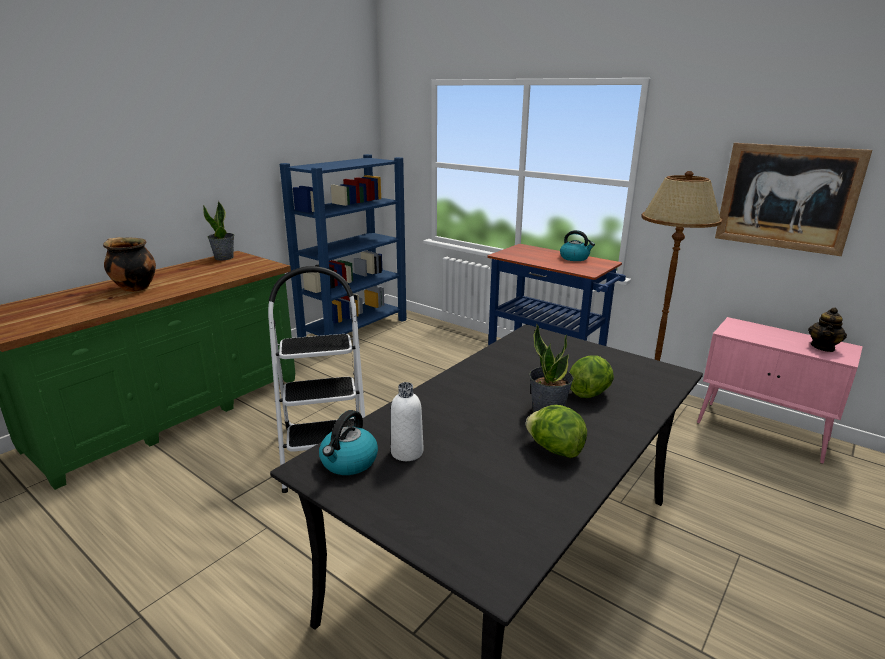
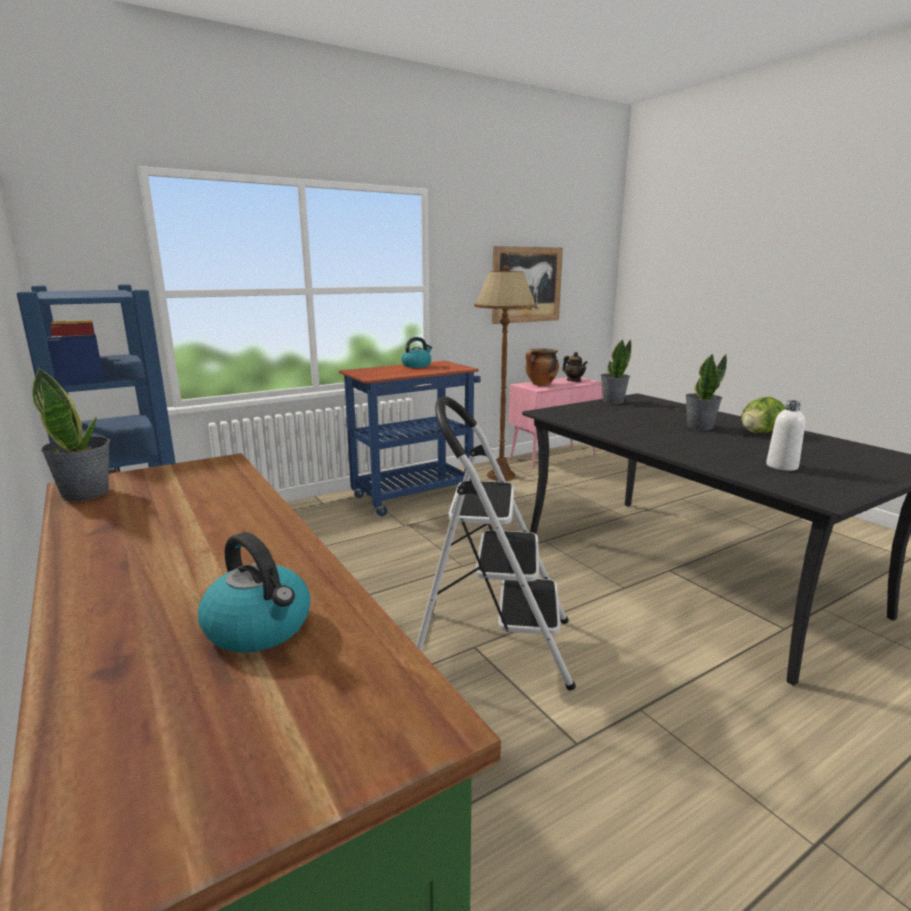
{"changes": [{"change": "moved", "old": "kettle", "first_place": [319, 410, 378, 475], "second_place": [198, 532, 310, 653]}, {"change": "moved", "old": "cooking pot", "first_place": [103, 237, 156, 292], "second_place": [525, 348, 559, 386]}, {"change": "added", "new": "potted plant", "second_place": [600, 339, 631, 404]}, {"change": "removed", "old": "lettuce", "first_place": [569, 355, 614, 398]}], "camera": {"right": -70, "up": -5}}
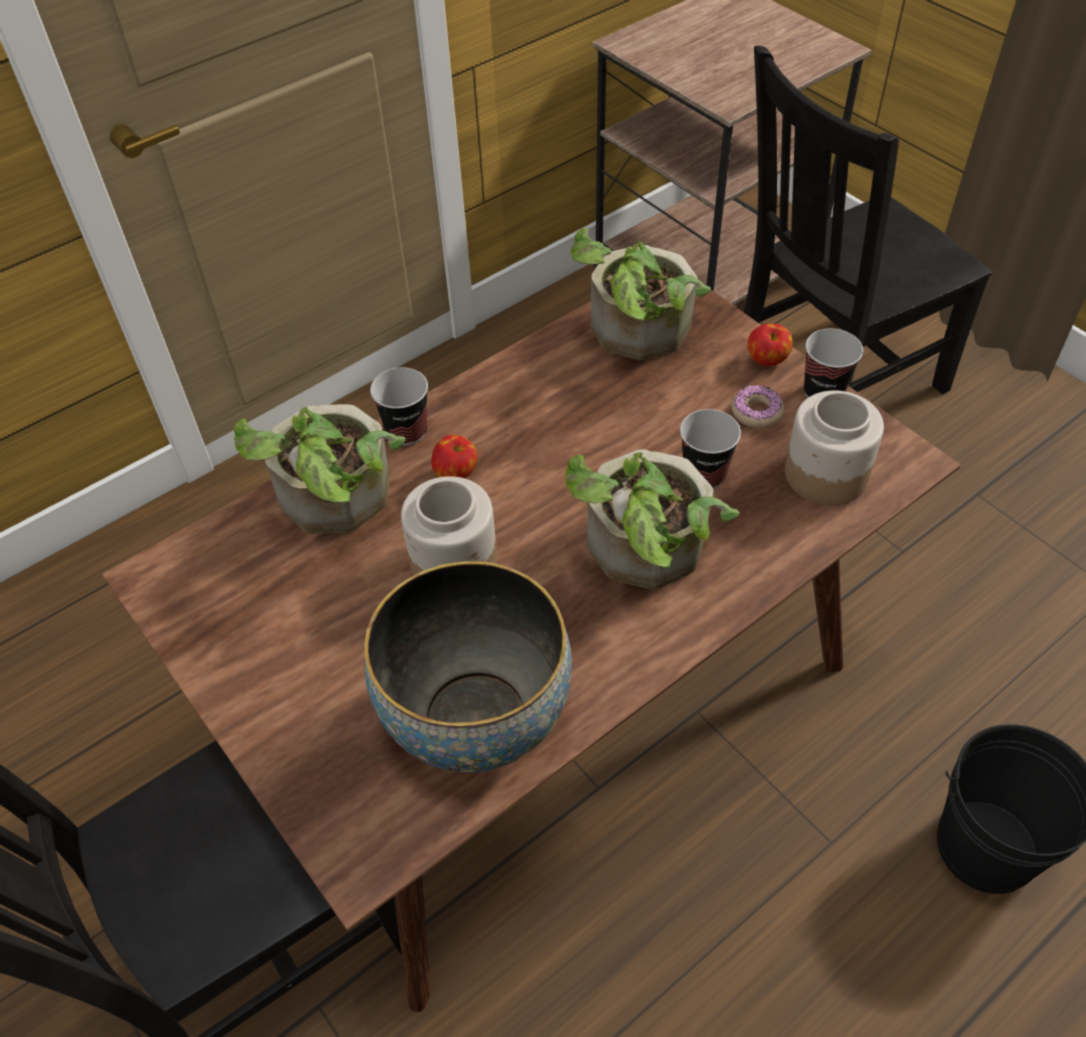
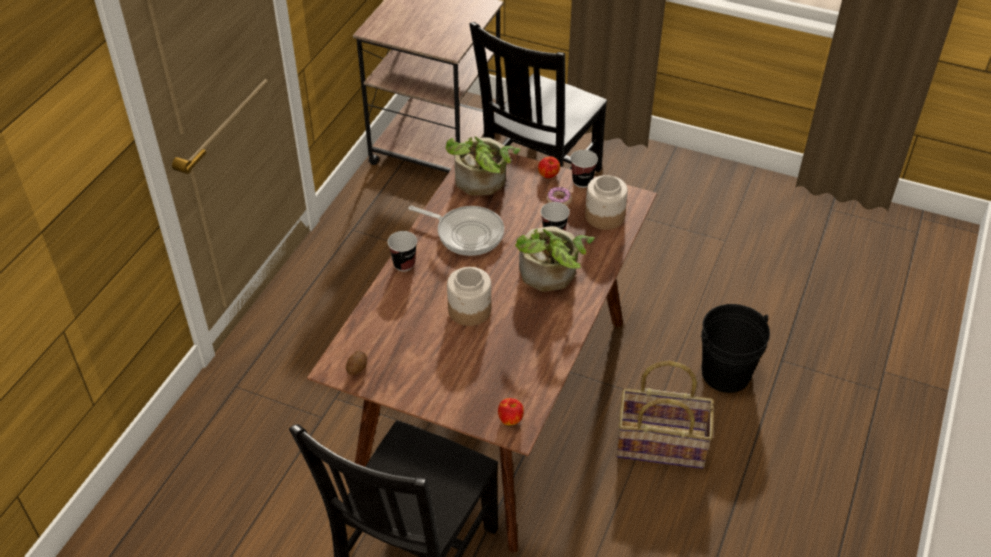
{"changes": [{"change": "added", "new": "potato", "second_place": [346, 351, 367, 375]}, {"change": "added", "new": "frying pan", "second_place": [409, 206, 504, 256]}, {"change": "moved", "old": "apple", "first_place": [431, 435, 477, 478], "second_place": [498, 398, 524, 425]}, {"change": "added", "new": "basket", "second_place": [616, 361, 714, 469]}, {"change": "removed", "old": "potted plant", "first_place": [234, 404, 406, 534]}, {"change": "removed", "old": "bowl", "first_place": [364, 561, 572, 773]}], "camera": {"right": -30, "up": -5}}
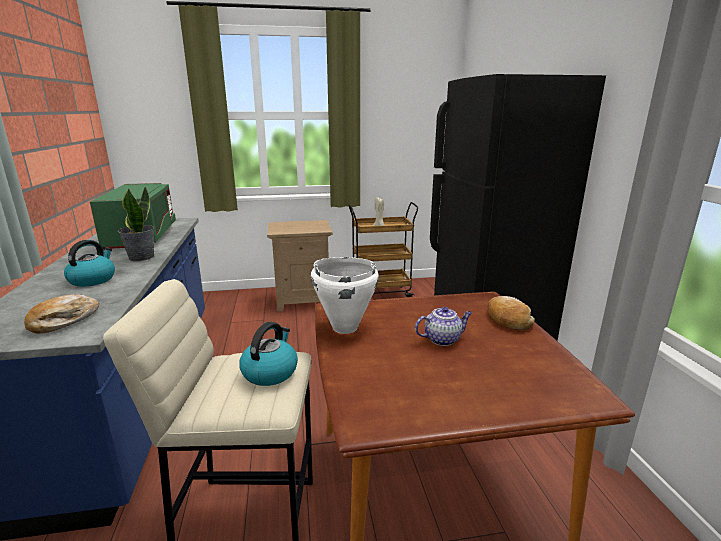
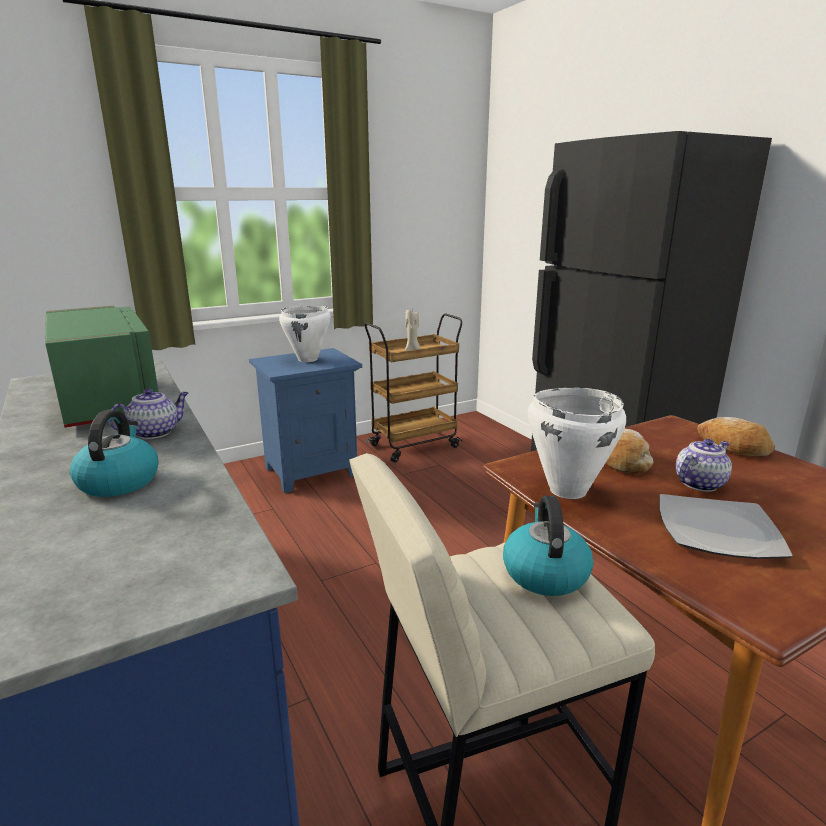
{"changes": [{"change": "replaced", "old": "potted plant", "new": "teapot", "first_place": [118, 187, 155, 261], "second_place": [109, 388, 188, 439]}, {"change": "recoloured", "old": "nightstand/beige", "new": "nightstand/blue", "first_place": [267, 220, 333, 312], "second_place": [249, 348, 362, 493]}, {"change": "added", "new": "cooking pot/white", "second_place": [279, 306, 330, 362]}, {"change": "moved", "old": "bread", "first_place": [24, 294, 99, 333], "second_place": [606, 428, 653, 474]}, {"change": "added", "new": "plate", "second_place": [659, 494, 793, 559]}], "camera": {"right": -20, "up": 0}}
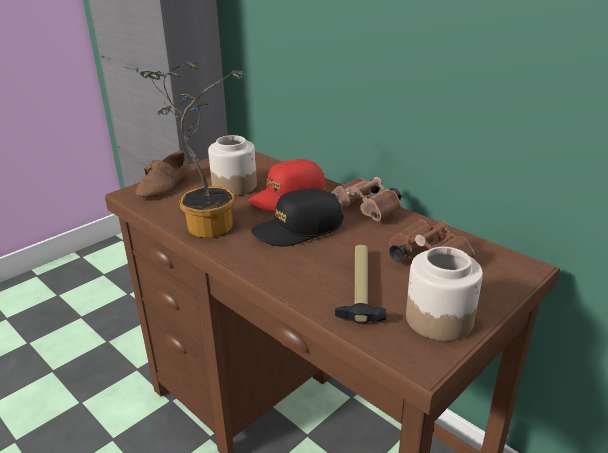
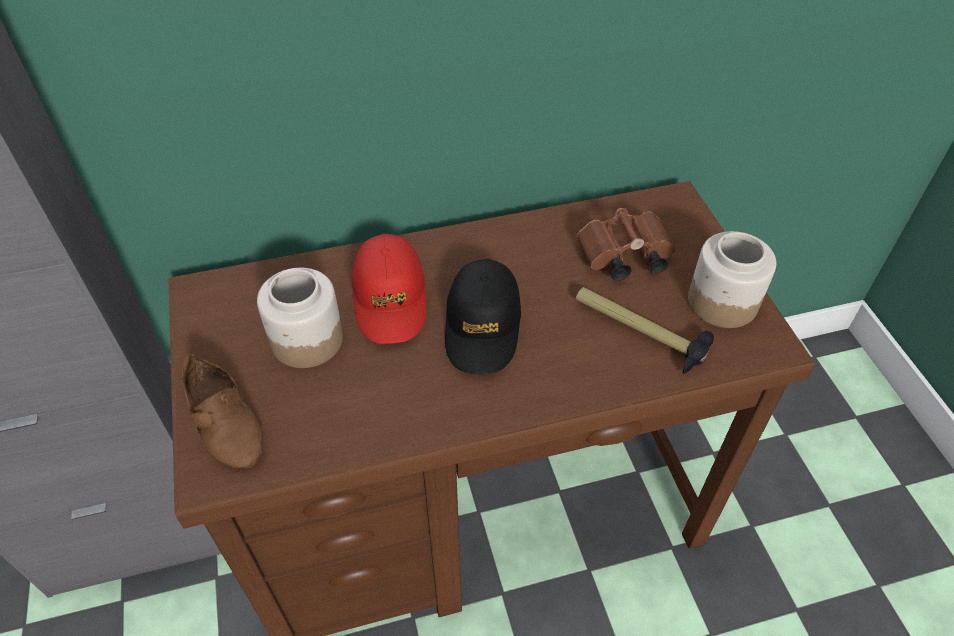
{"changes": [{"change": "removed", "old": "potted plant", "first_place": [140, 61, 246, 238]}, {"change": "removed", "old": "binoculars/brown", "first_place": [331, 177, 401, 221]}], "camera": {"right": -60, "up": 20}}
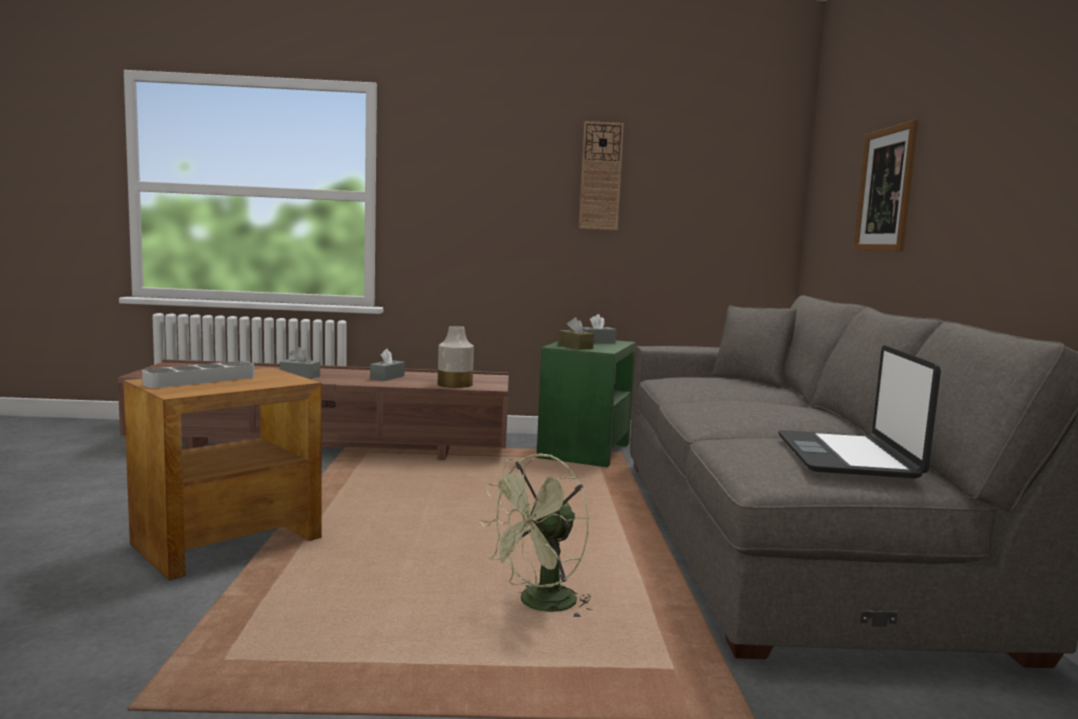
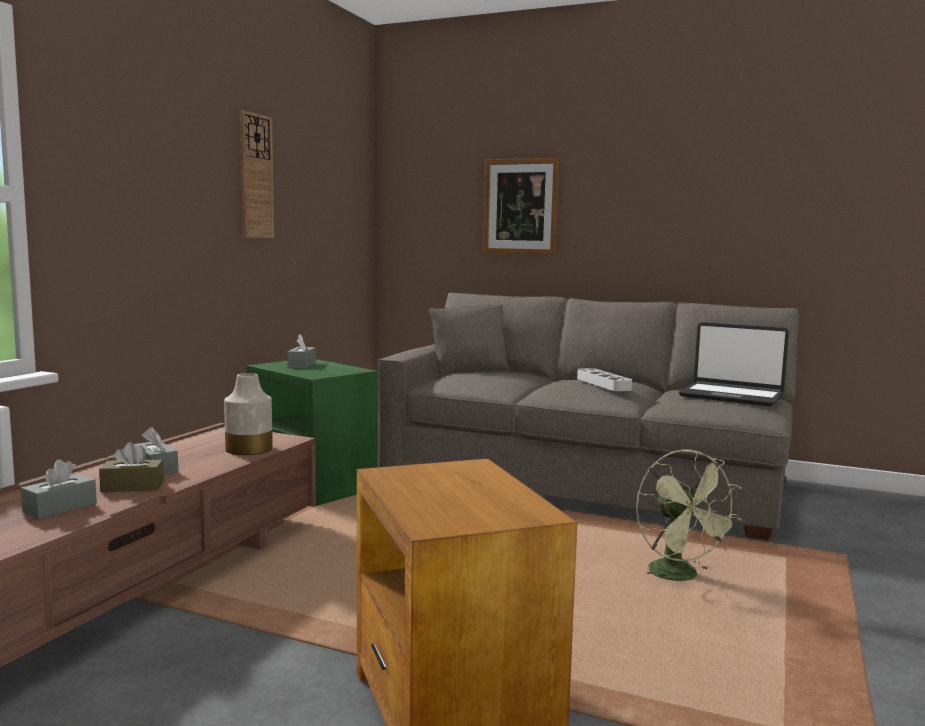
{"changes": [{"change": "moved", "old": "tissue box/brown", "first_place": [558, 317, 594, 350], "second_place": [99, 442, 164, 492]}, {"change": "moved", "old": "tray/grey", "first_place": [142, 361, 254, 388], "second_place": [577, 368, 632, 391]}], "camera": {"right": -65, "up": 0}}
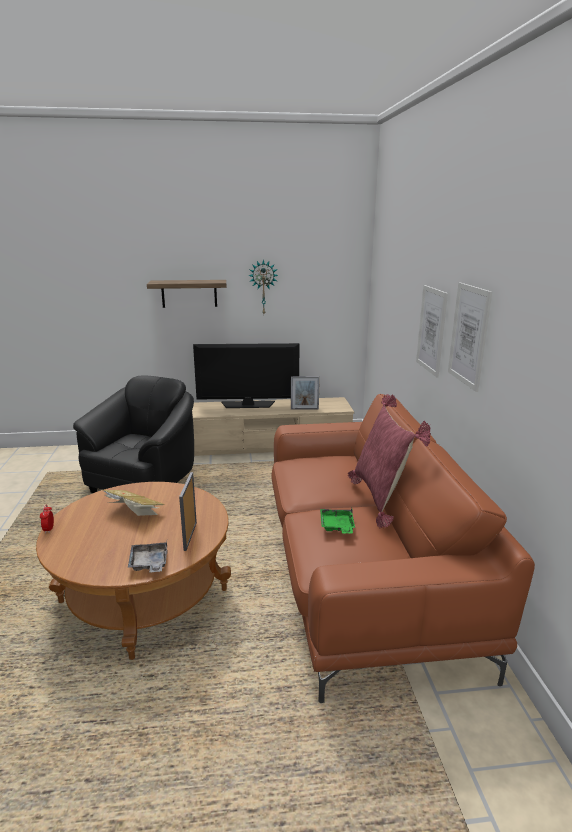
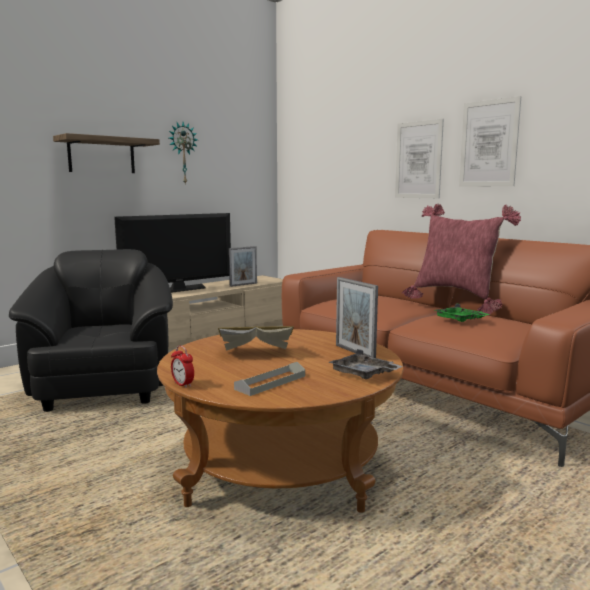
{"changes": [{"change": "added", "new": "tray/grey", "second_place": [234, 362, 305, 396]}], "camera": {"right": -35, "up": -10}}
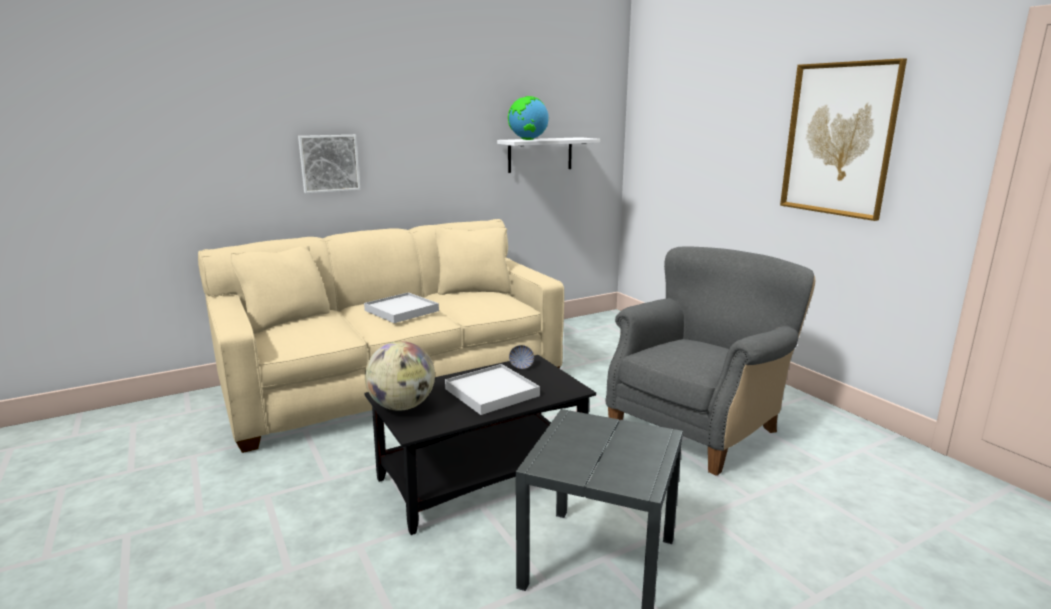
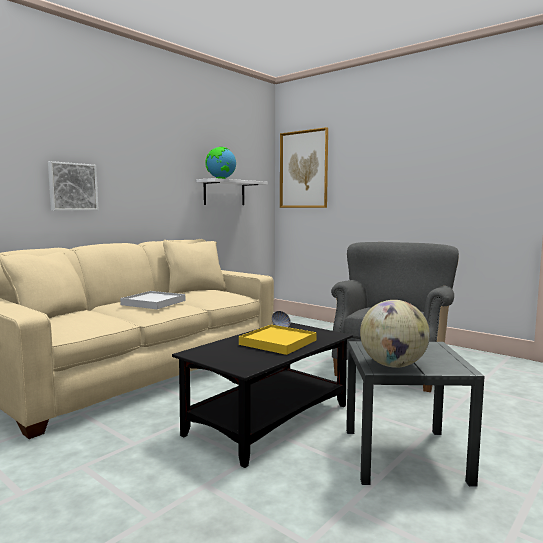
{"changes": [{"change": "recoloured", "old": "tray/white", "new": "tray/yellow", "first_place": [445, 364, 540, 415], "second_place": [239, 325, 316, 355]}, {"change": "moved", "old": "picture", "first_place": [780, 58, 907, 221], "second_place": [280, 127, 328, 208]}, {"change": "moved", "old": "globe", "first_place": [365, 341, 435, 411], "second_place": [360, 300, 430, 368]}], "camera": {"right": -20, "up": -10}}
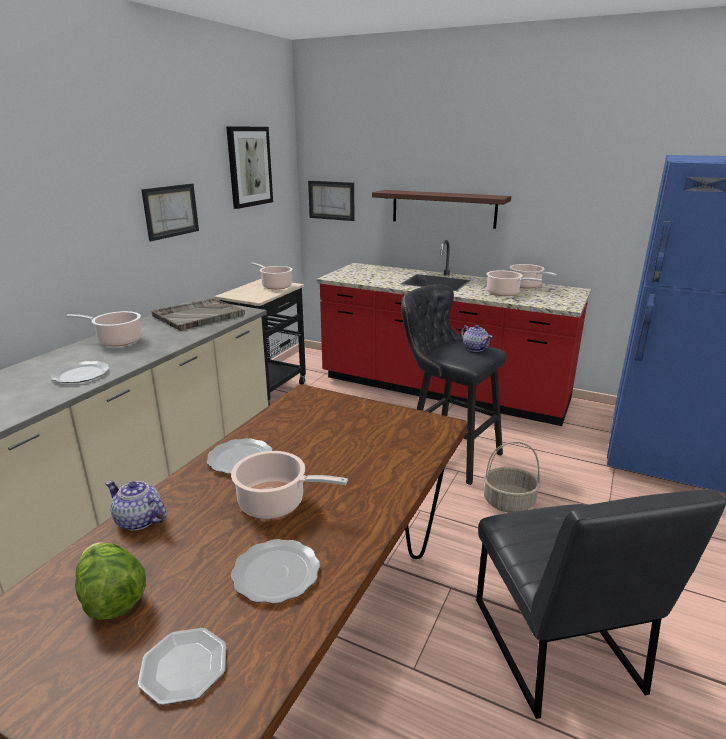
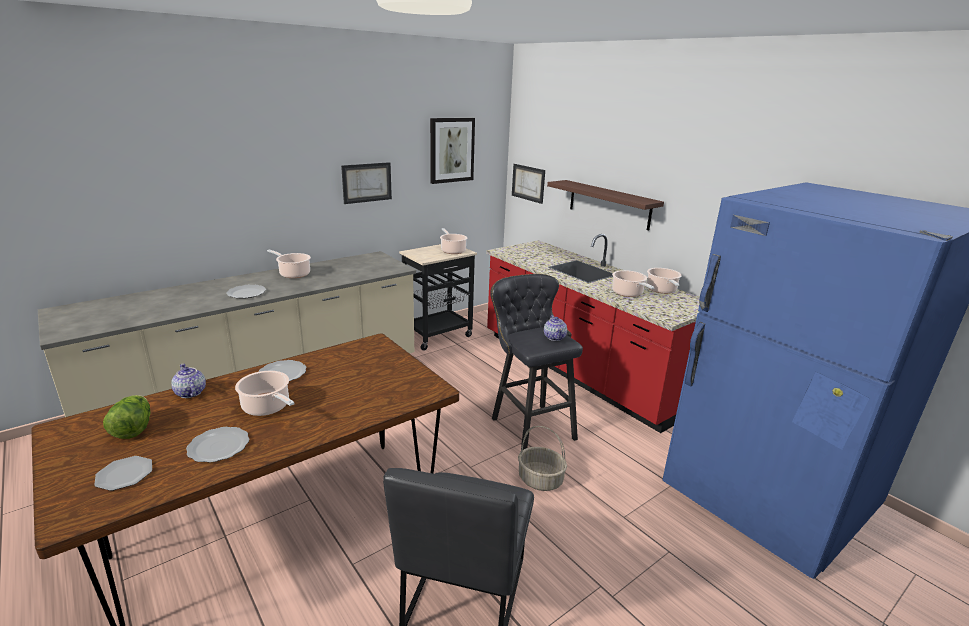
{"changes": [{"change": "removed", "old": "tray/grey", "first_place": [152, 298, 245, 331]}], "camera": {"right": 25, "up": 0}}
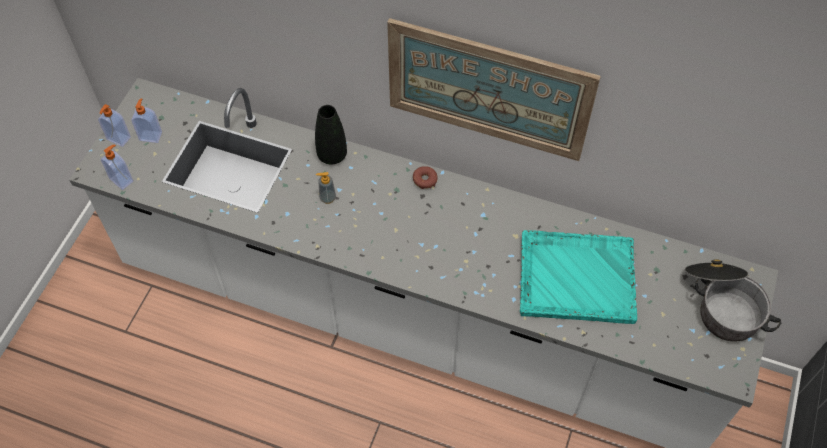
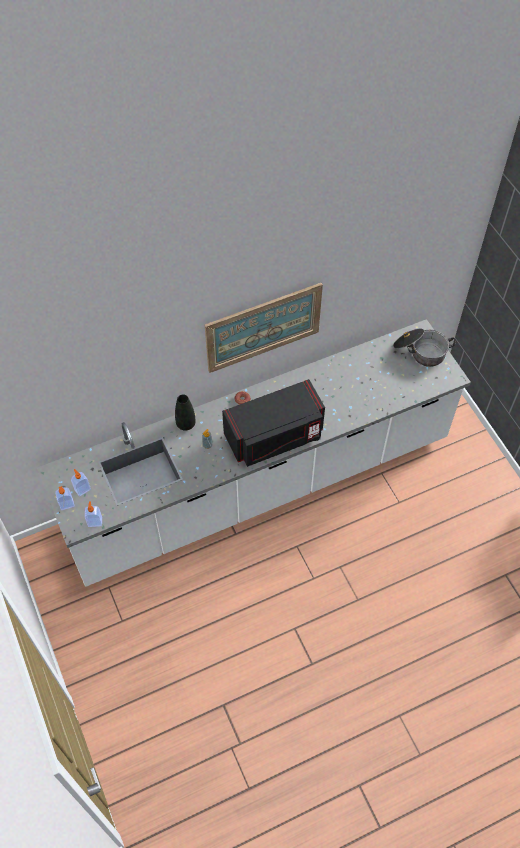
{"changes": [{"change": "added", "new": "microwave/black", "second_place": [222, 379, 325, 467]}, {"change": "removed", "old": "tray/turquoise", "first_place": [520, 230, 637, 324]}], "camera": {"right": -45, "up": 0}}
